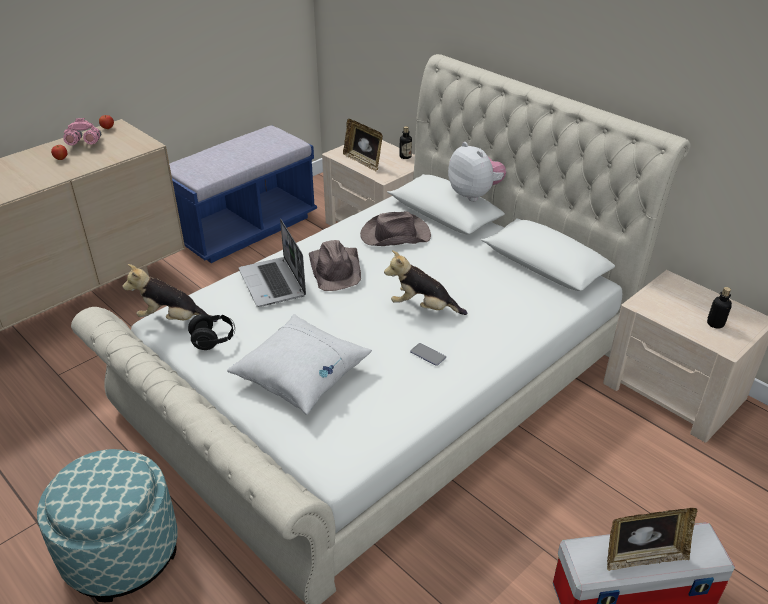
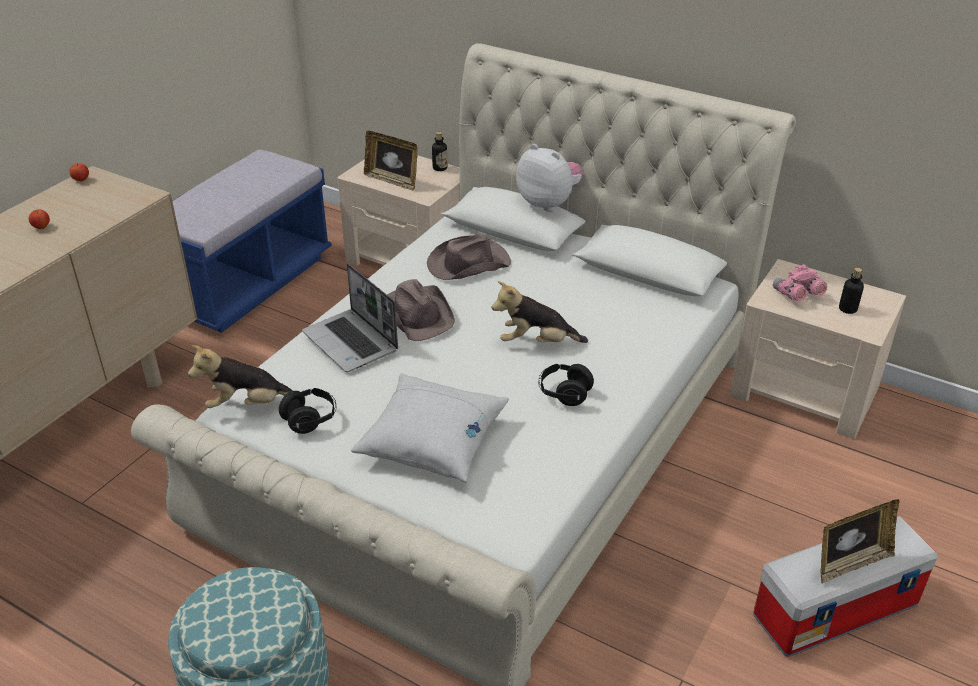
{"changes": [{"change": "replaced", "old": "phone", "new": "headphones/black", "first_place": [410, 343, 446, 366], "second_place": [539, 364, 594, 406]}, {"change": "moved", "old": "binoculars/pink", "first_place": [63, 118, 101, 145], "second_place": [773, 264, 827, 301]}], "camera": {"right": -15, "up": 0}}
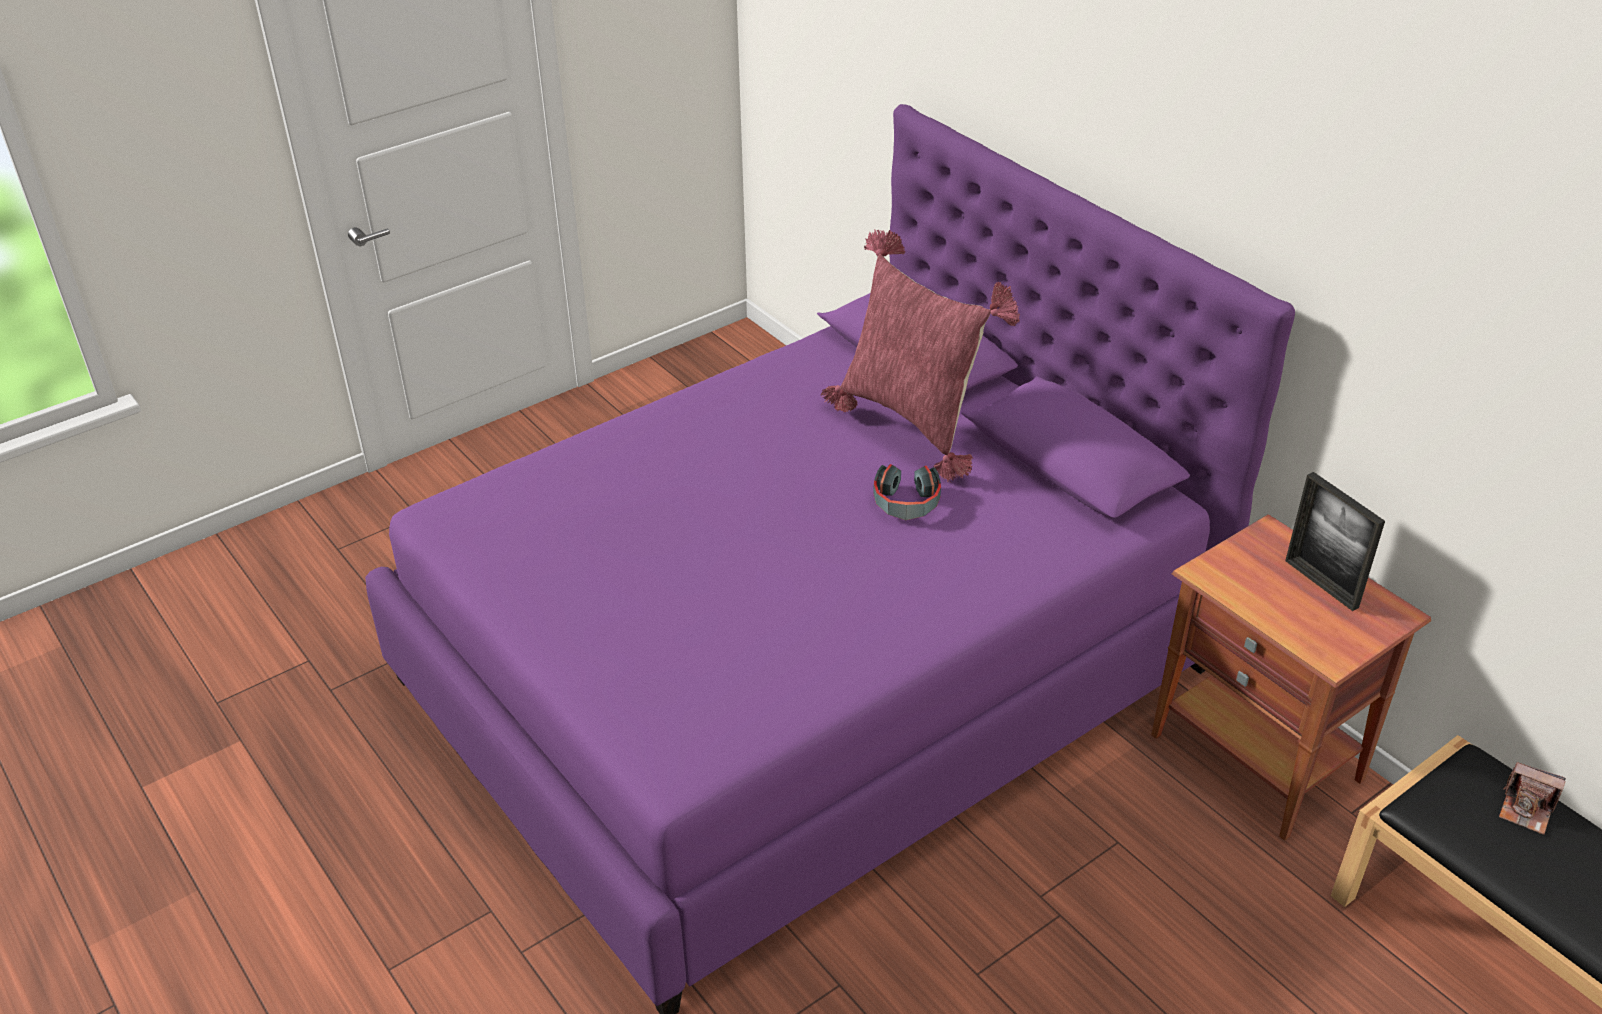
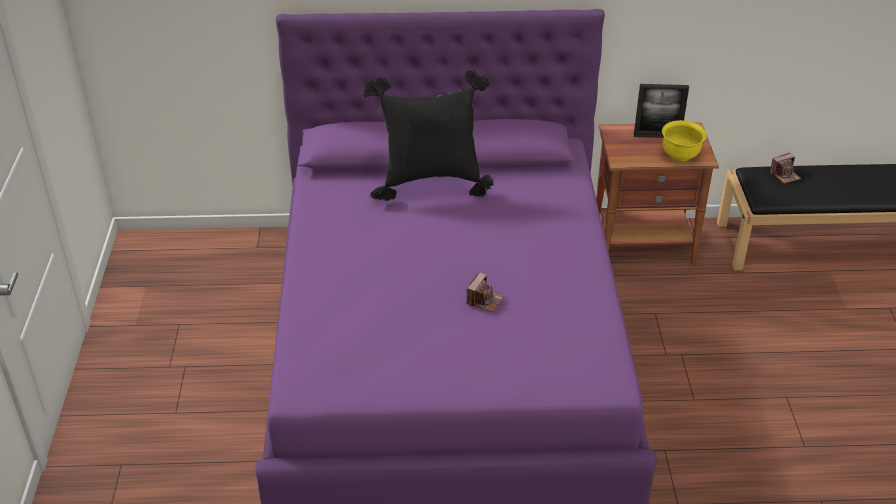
{"changes": [{"change": "recoloured", "old": "pillow/red", "new": "pillow/black", "first_place": [821, 229, 1020, 483], "second_place": [364, 70, 494, 201]}, {"change": "added", "new": "photo camera", "second_place": [467, 272, 504, 312]}, {"change": "added", "new": "bowl/yellow", "second_place": [662, 120, 707, 161]}, {"change": "removed", "old": "headphones", "first_place": [873, 464, 941, 520]}], "camera": {"right": -55, "up": 0}}
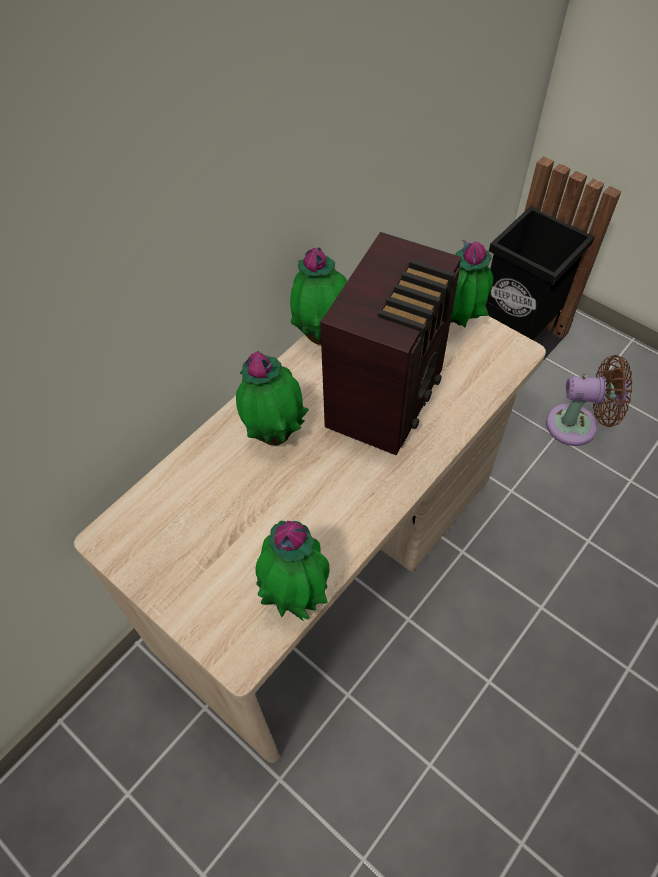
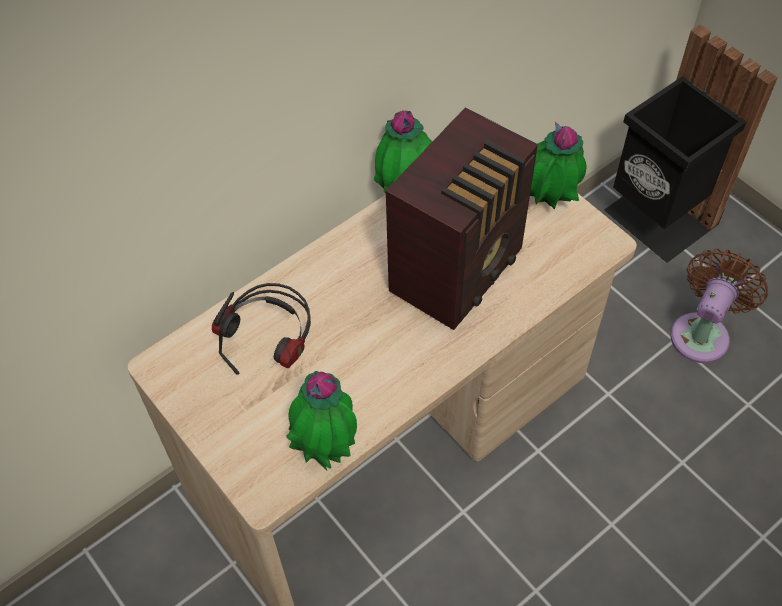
{"changes": [{"change": "added", "new": "headphones", "second_place": [212, 283, 311, 375]}, {"change": "turned", "old": "fan/brown", "first_place": [546, 355, 632, 446], "second_place": [671, 249, 768, 363], "degrees": -75}, {"change": "removed", "old": "potted plant", "first_place": [236, 351, 309, 446]}], "camera": {"right": 10, "up": 0}}
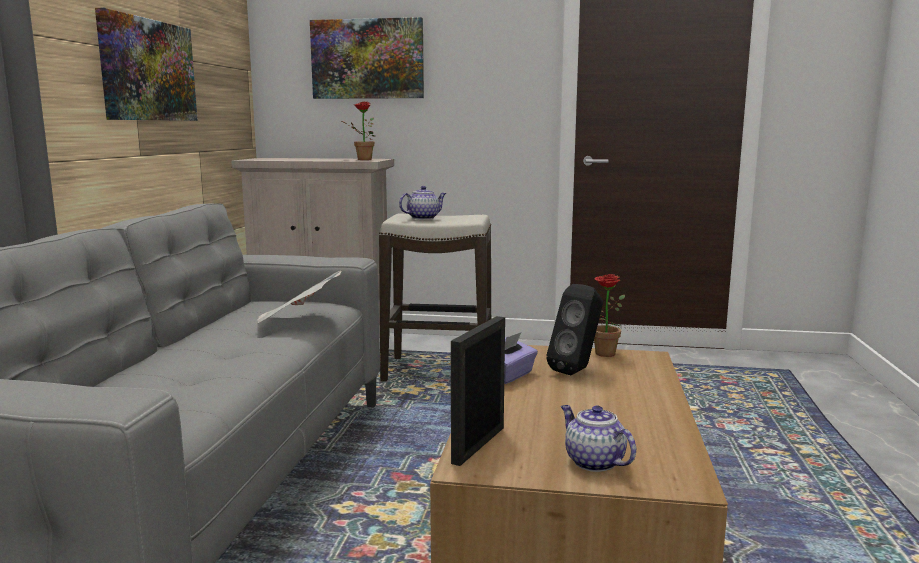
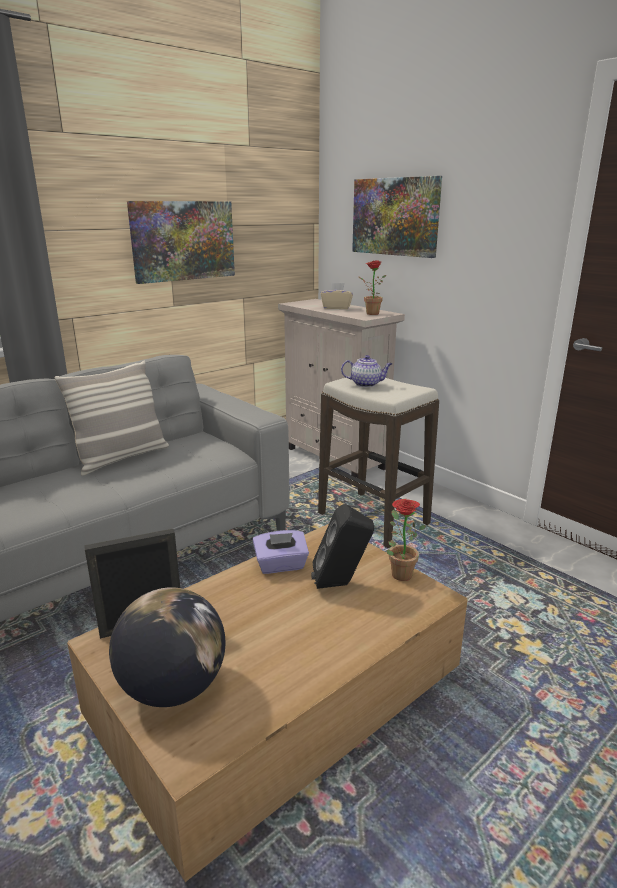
{"changes": [{"change": "added", "new": "pillow", "second_place": [54, 361, 169, 476]}, {"change": "replaced", "old": "teapot", "new": "globe", "first_place": [561, 405, 636, 472], "second_place": [109, 587, 226, 707]}, {"change": "added", "new": "tissue box/beige", "second_place": [320, 283, 353, 309]}, {"change": "removed", "old": "newspaper", "first_place": [258, 271, 342, 323]}], "camera": {"right": 40, "up": 10}}
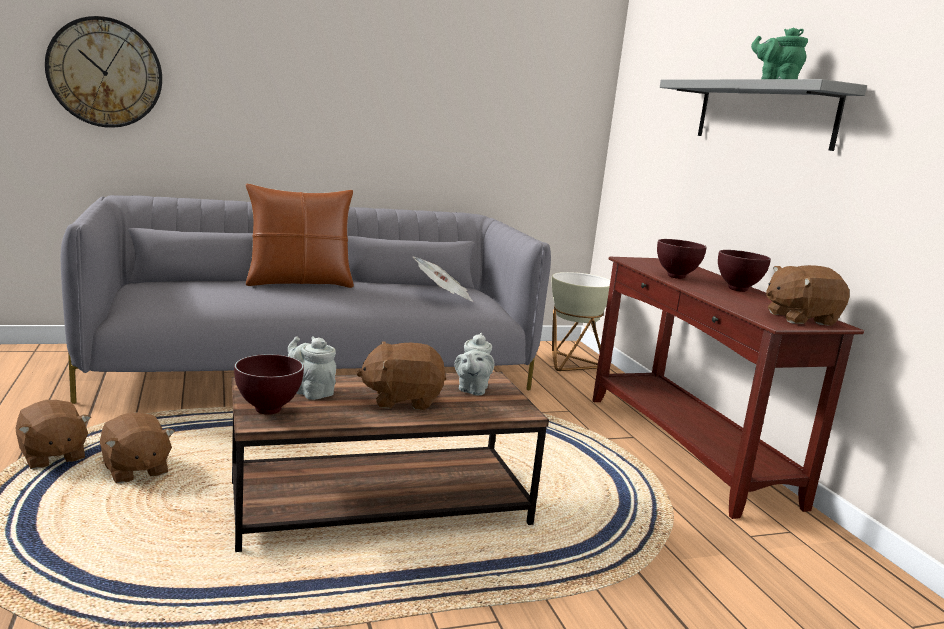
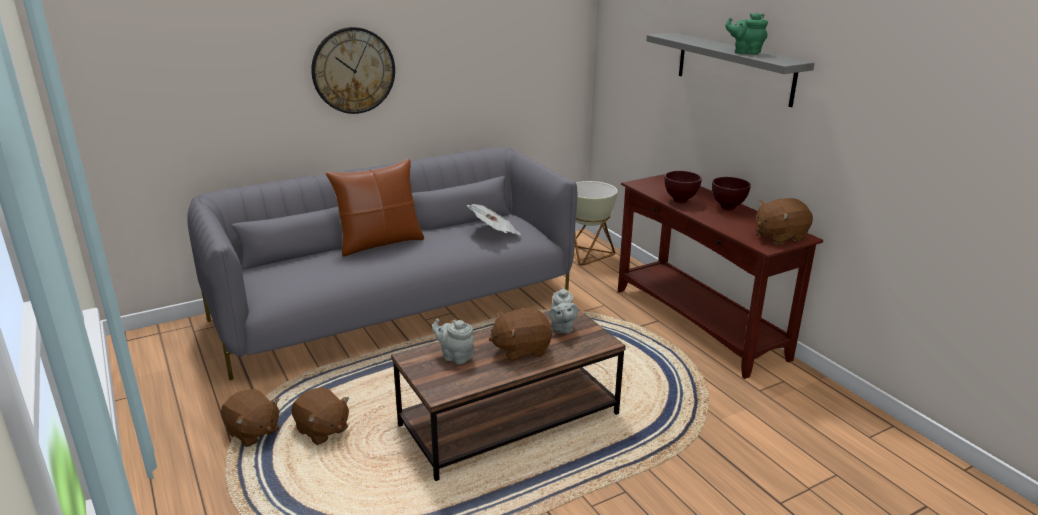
{"changes": [{"change": "moved", "old": "wall clock", "first_place": [45, 16, 162, 128], "second_place": [311, 27, 395, 114]}, {"change": "removed", "old": "bowl/brown", "first_place": [234, 354, 304, 415]}], "camera": {"right": -10, "up": 10}}
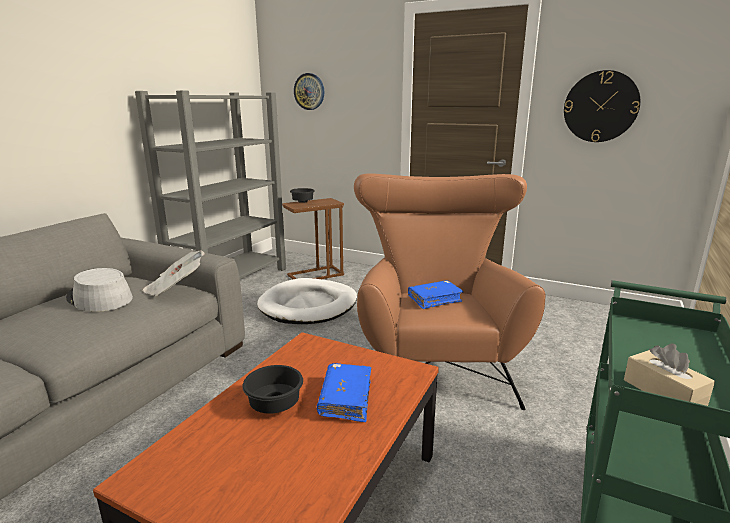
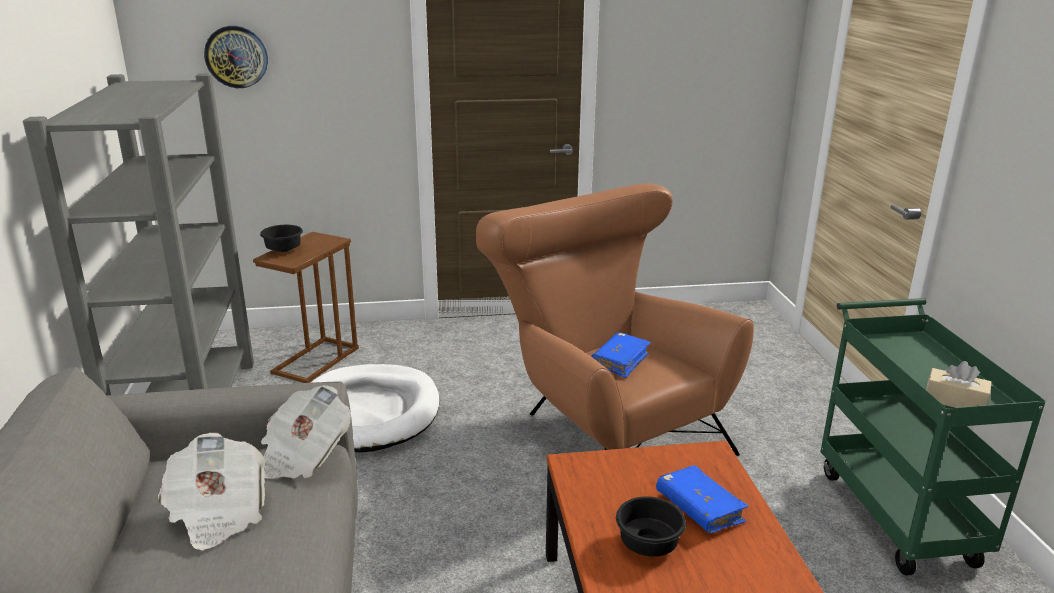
{"changes": [{"change": "replaced", "old": "hat/grey", "new": "newspaper", "first_place": [66, 268, 133, 312], "second_place": [158, 433, 265, 550]}, {"change": "removed", "old": "wall clock", "first_place": [564, 70, 640, 142]}], "camera": {"right": -35, "up": 5}}
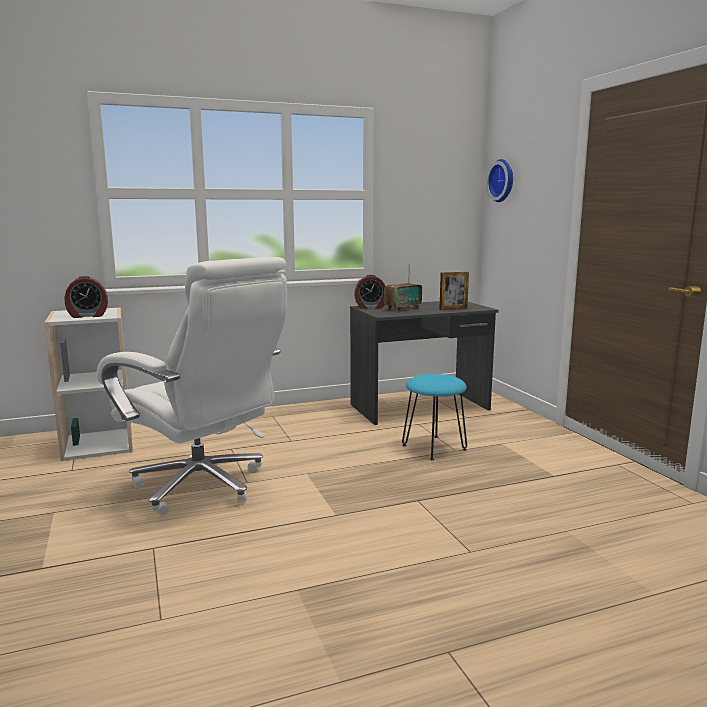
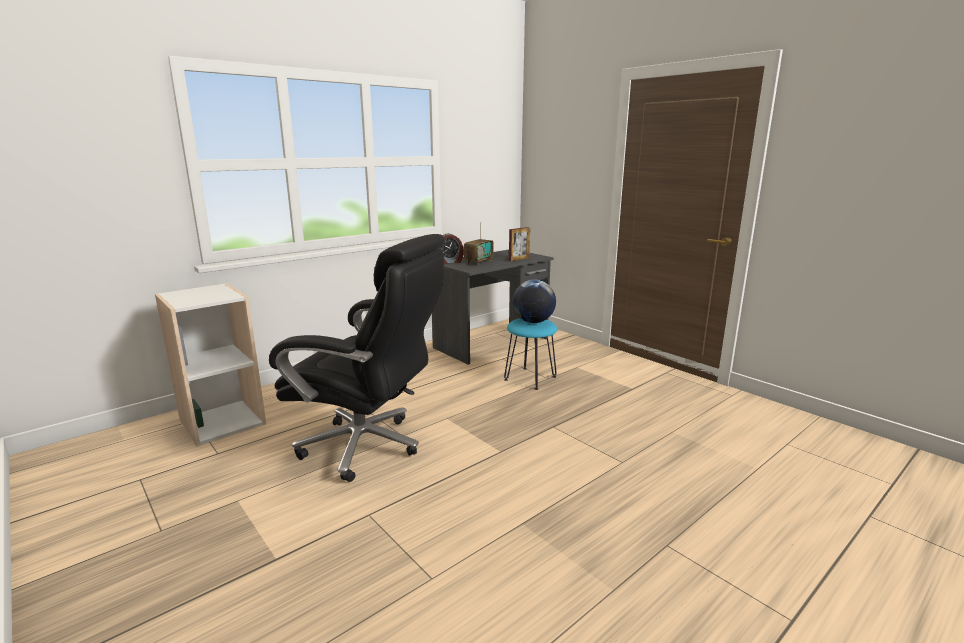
{"changes": [{"change": "recoloured", "old": "office chair/white", "new": "office chair/black", "first_place": [97, 257, 287, 515], "second_place": [269, 234, 445, 482]}, {"change": "added", "new": "globe", "second_place": [512, 280, 556, 323]}, {"change": "removed", "old": "alarm clock", "first_place": [64, 276, 108, 318]}, {"change": "removed", "old": "wall clock", "first_place": [486, 159, 513, 202]}], "camera": {"right": -20, "up": 5}}
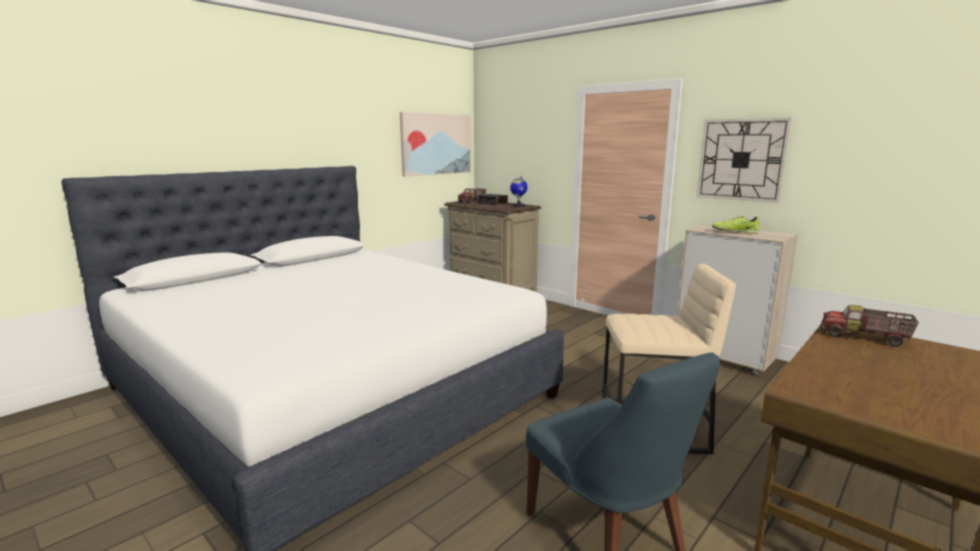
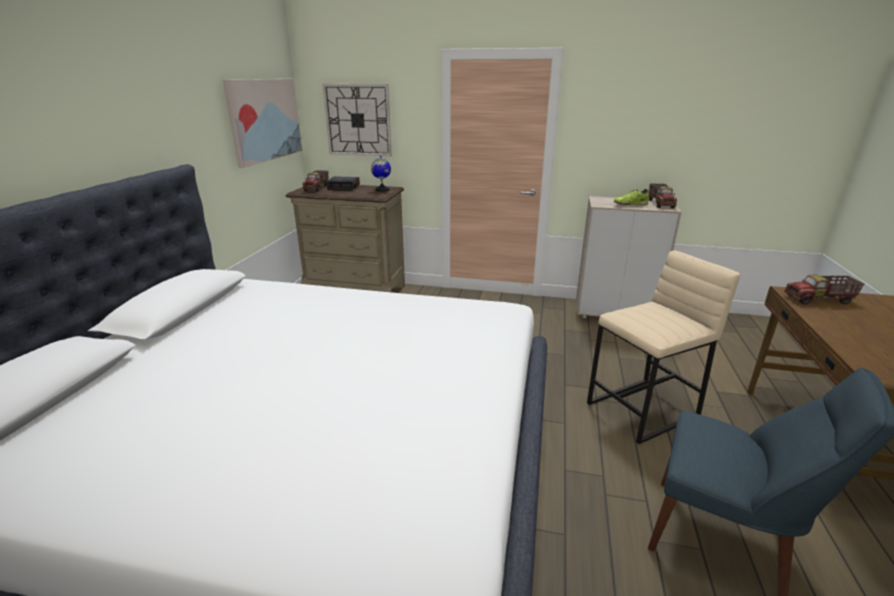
{"changes": [{"change": "moved", "old": "wall clock", "first_place": [696, 118, 792, 203], "second_place": [323, 84, 392, 156]}, {"change": "added", "new": "toy truck", "second_place": [649, 184, 677, 208]}], "camera": {"right": -30, "up": 10}}
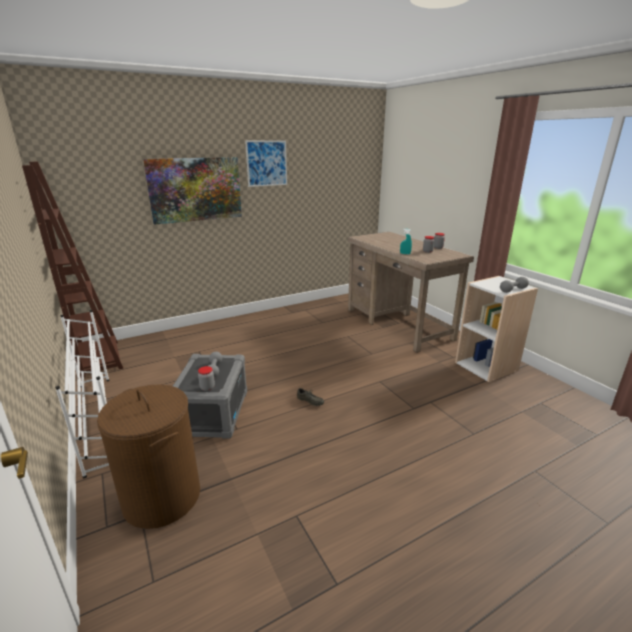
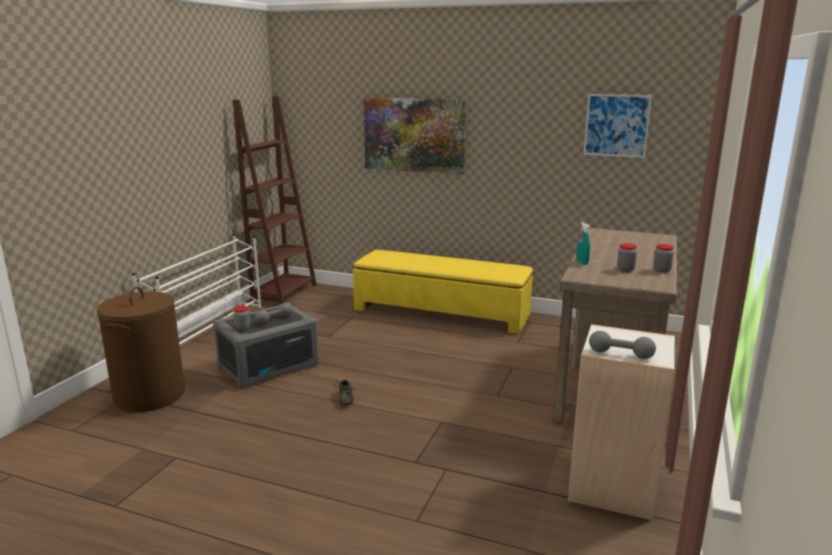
{"changes": [{"change": "added", "new": "bench/yellow", "second_place": [353, 250, 533, 334]}, {"change": "moved", "old": "picture", "first_place": [245, 141, 287, 187], "second_place": [583, 94, 652, 158]}], "camera": {"right": 50, "up": -5}}
